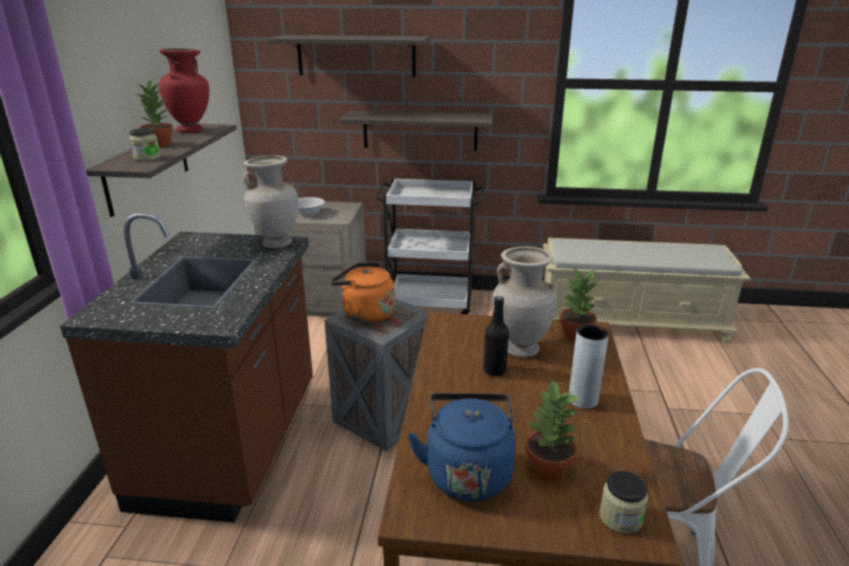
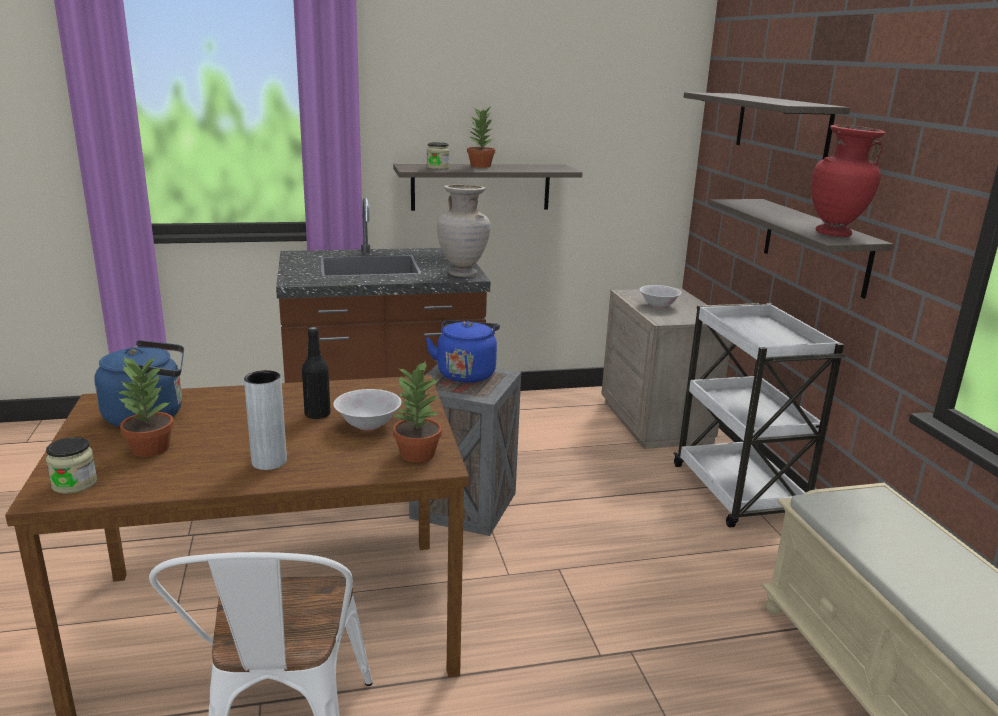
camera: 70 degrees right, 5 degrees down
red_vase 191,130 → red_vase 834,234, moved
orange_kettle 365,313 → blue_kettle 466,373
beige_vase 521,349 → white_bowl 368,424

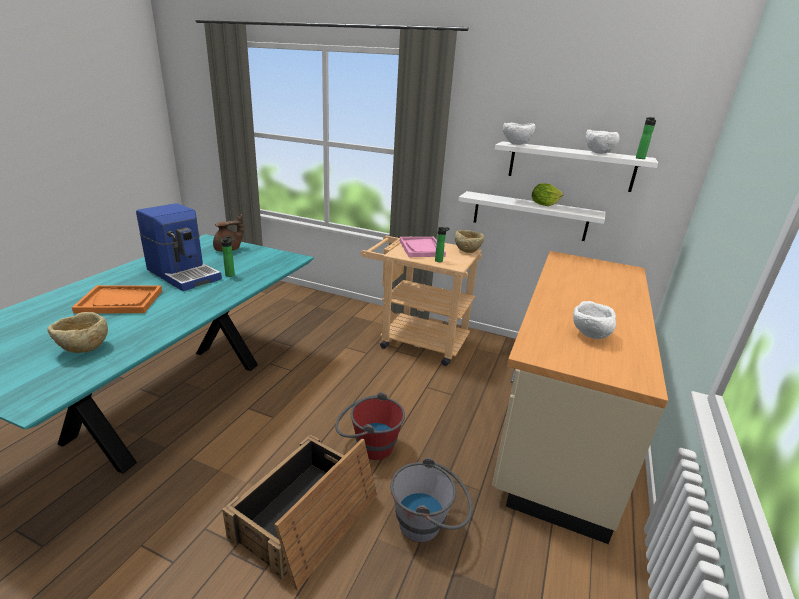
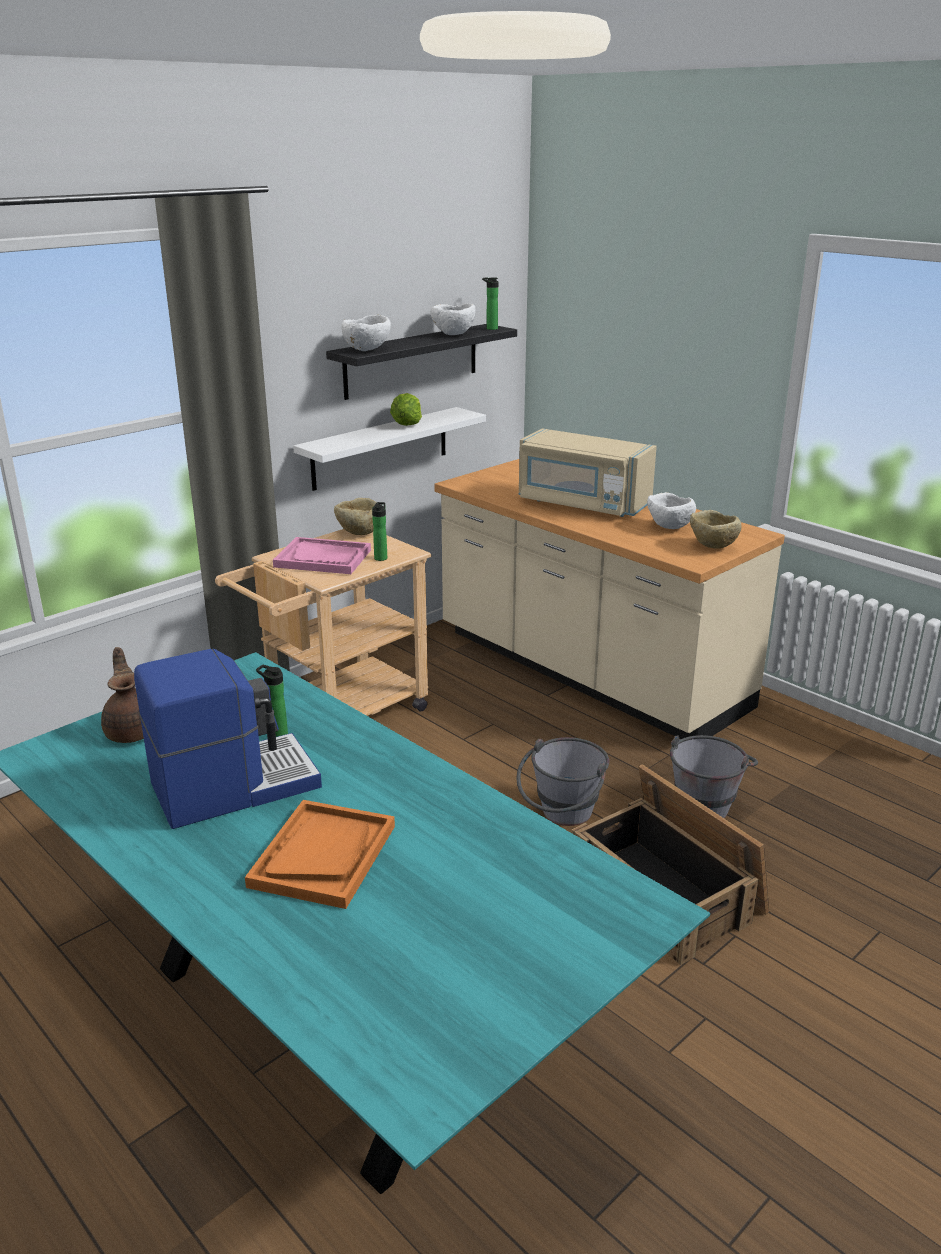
camera: 65 degrees left, 0 degrees up
beige_bowl 84,348 → beige_bowl 712,547, moved
red_bucket 368,446 → grey_bucket 562,816
white_shelf 570,166 → black_shelf 411,361
- → beige_microwave 582,504

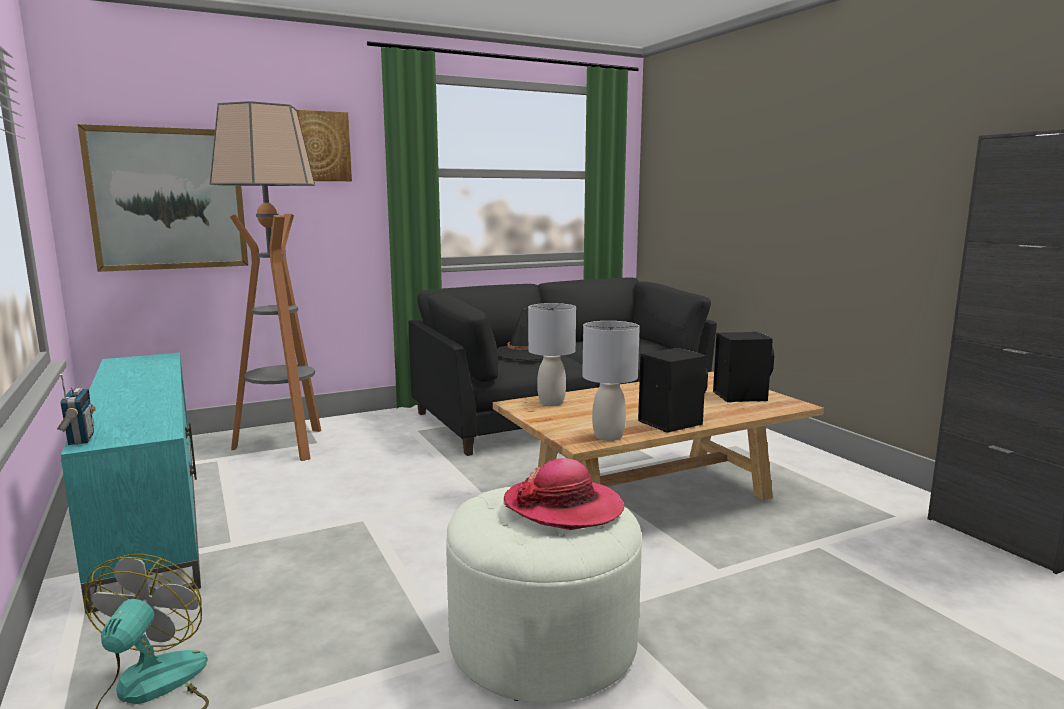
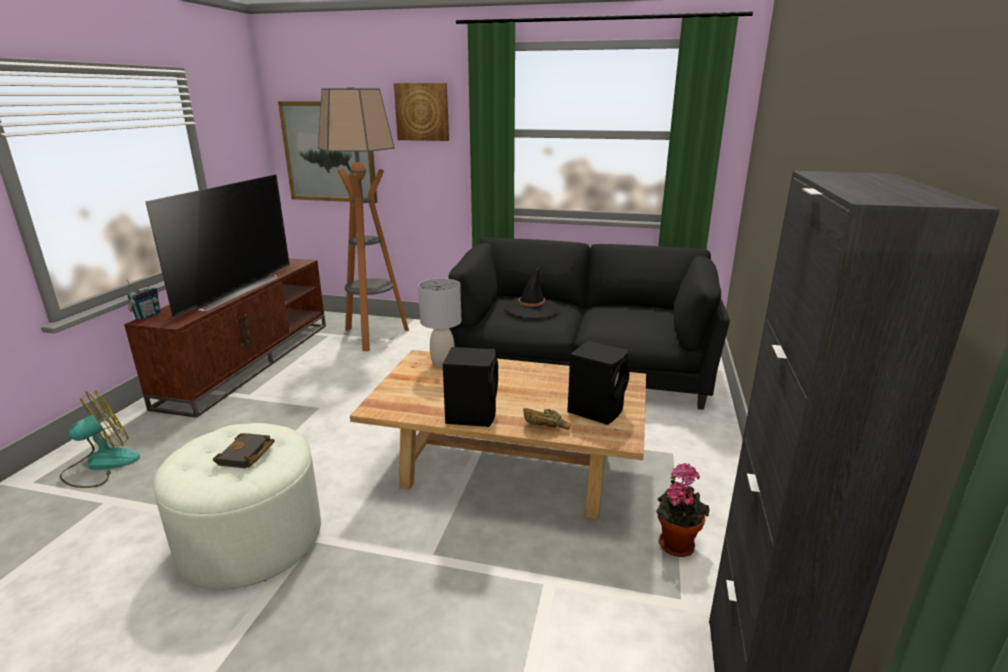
camera: 40 degrees right, 10 degrees up
turquoise_tv_stand 149,514 → brown_tv_stand 250,361
hat 563,507 → black_book 246,455
grey_table_lamp 608,436 → -
- → television 233,291
- → brown_bowl 546,426
- → potted_plant 675,542

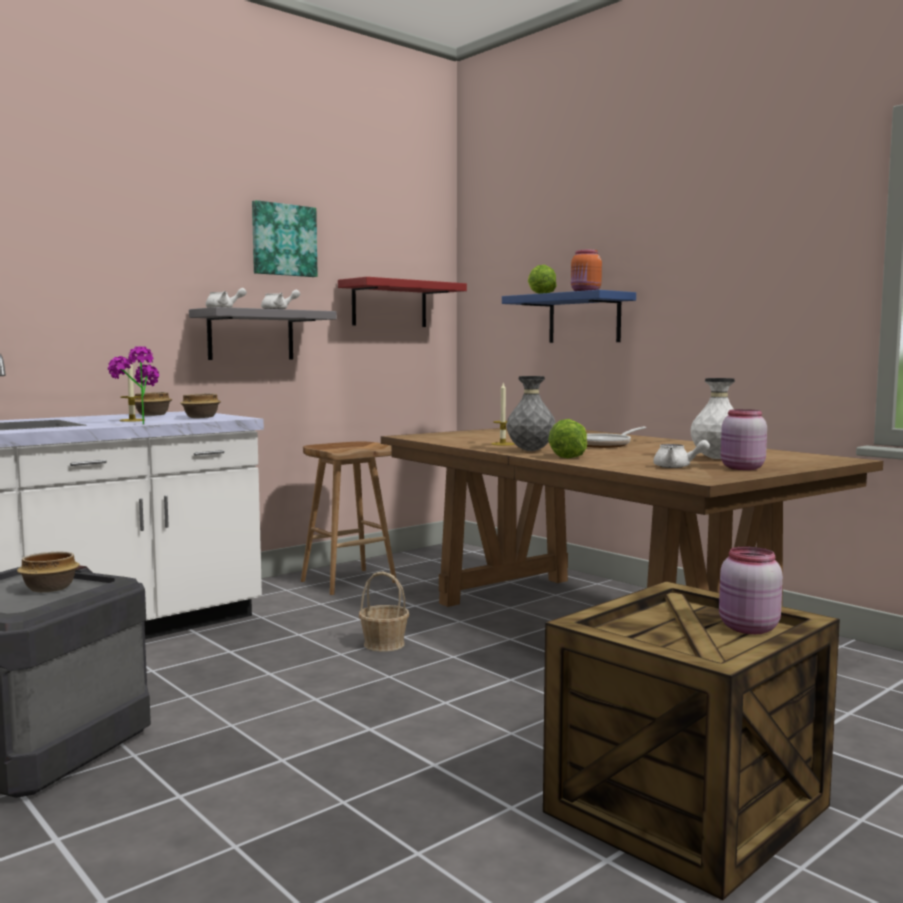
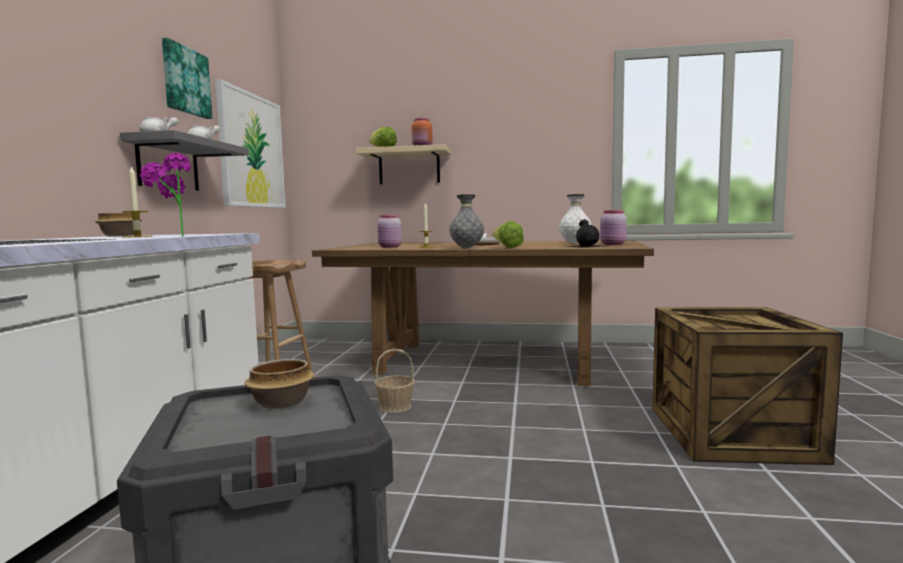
camera: 40 degrees left, 0 degrees up
bowl 201,417 → -
red_shelf 389,304 → picture 251,151
blue_shelf 584,318 → beige_shelf 409,167
white_teapot 677,467 → black_bottle 586,246
pink_jar 747,629 → pink_jar 390,247, moved

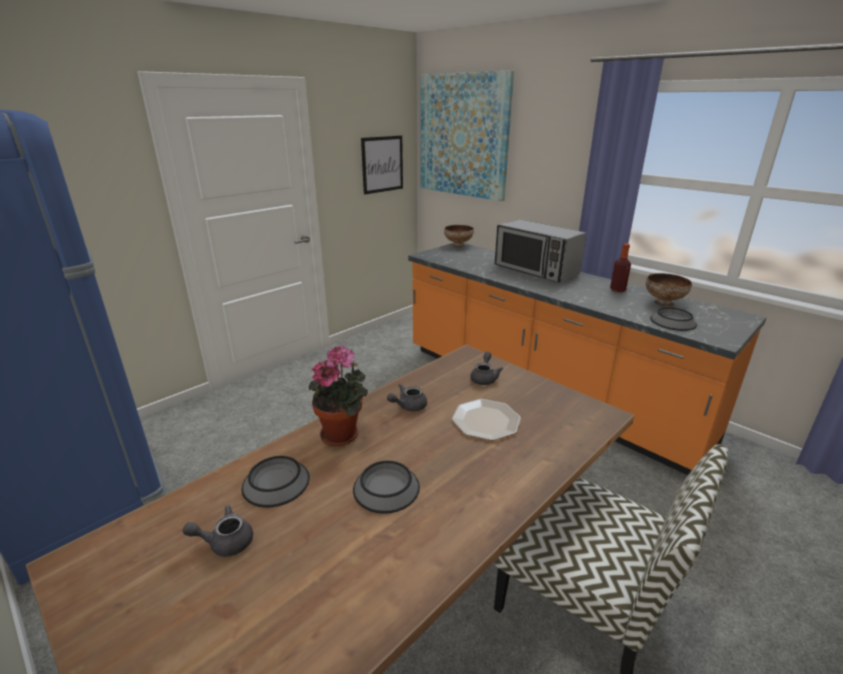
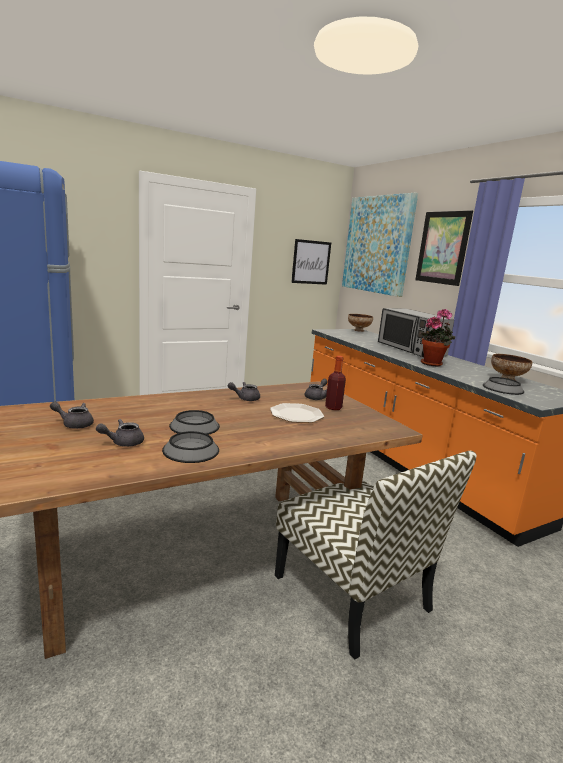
camera: 15 degrees right, 10 degrees down
bowl 276,483 → bowl 191,450, moved
potted_plant 343,434 → potted_plant 433,364, moved
bottle 617,290 → bottle 333,408, moved
- → grey_teapot 123,442
- → picture 443,248

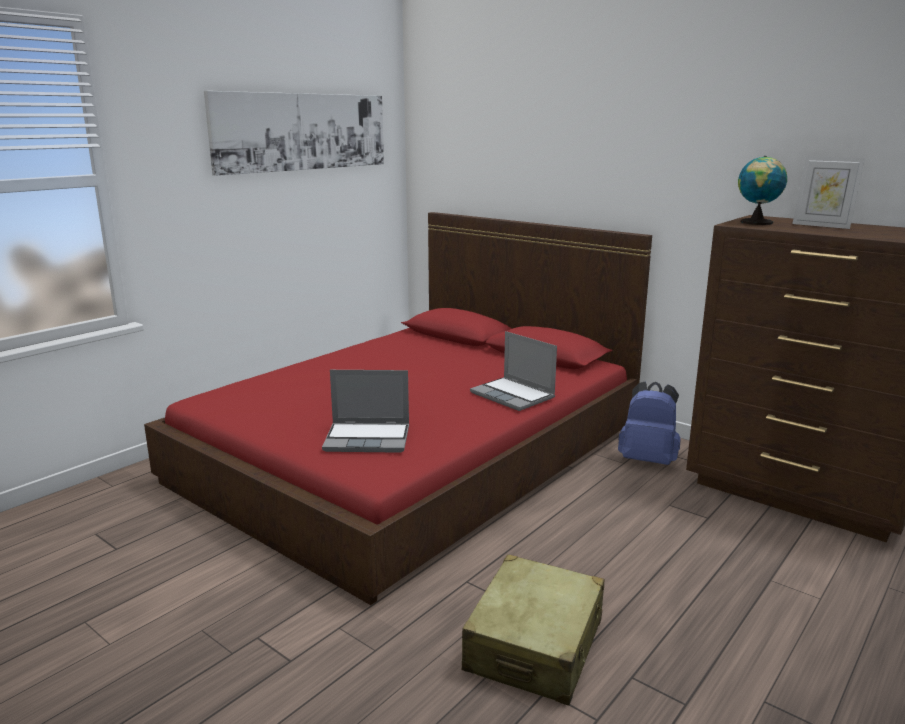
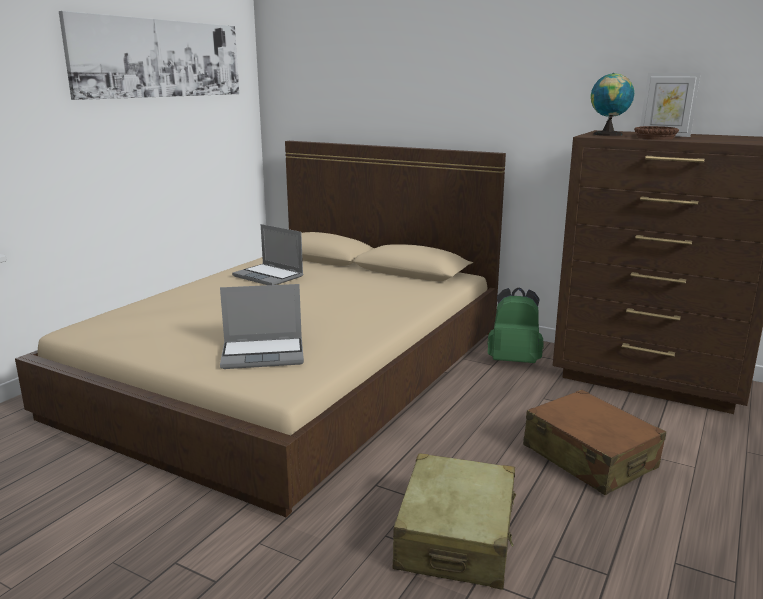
camera: 10 degrees left, 0 degrees up
red_bed 415,453 → beige_bed 295,370
laptop 514,395 → laptop 269,276, moved
blue_backpack 648,460 → green_backpack 514,360
- → brown_suitcase 589,457
- → brown_bowl 654,138

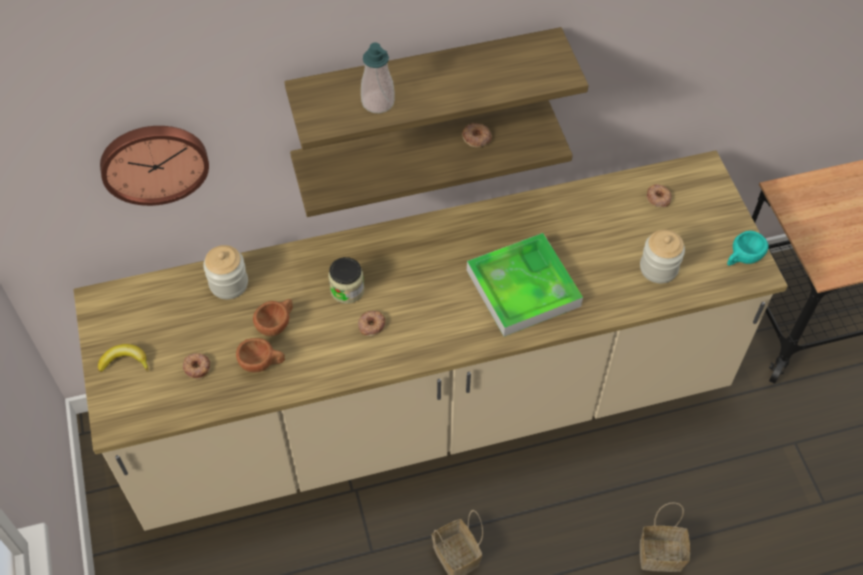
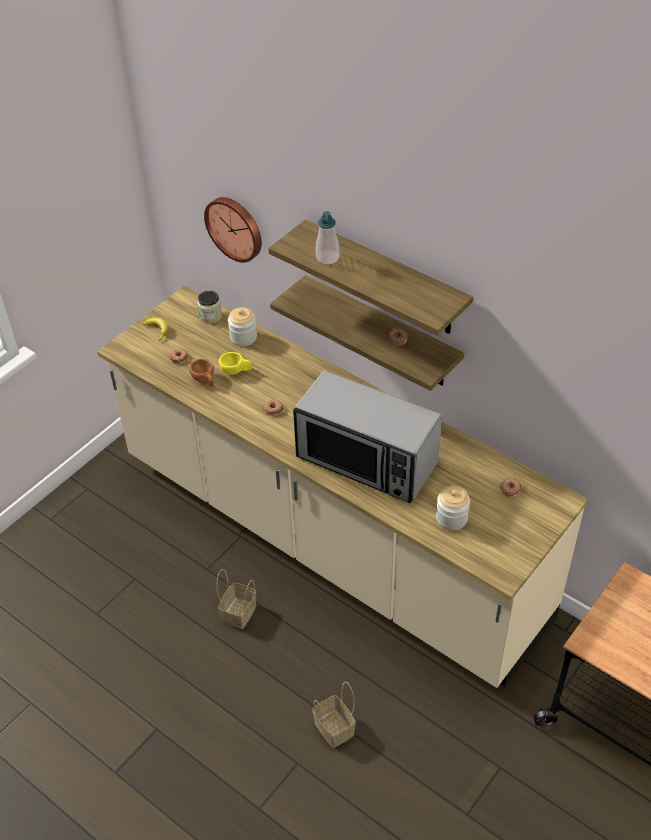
camera: 55 degrees right, 10 degrees down
brown_cup 277,324 → yellow_cup 236,371
jar 347,290 → jar 210,316, moved
tray 523,288 → microwave 366,460
turquoise_cup 742,258 → -

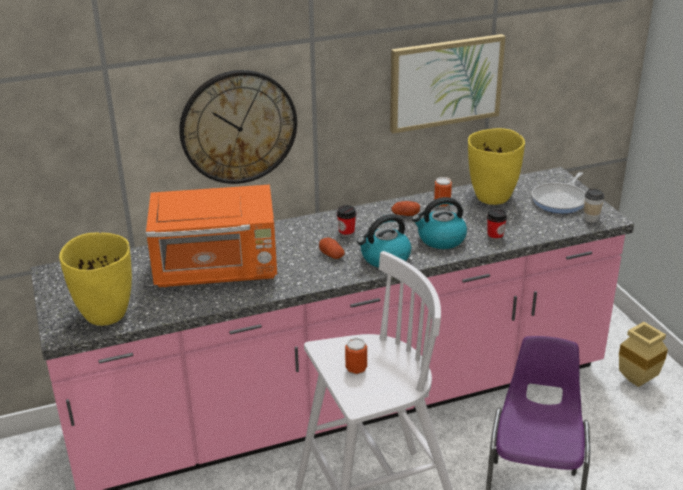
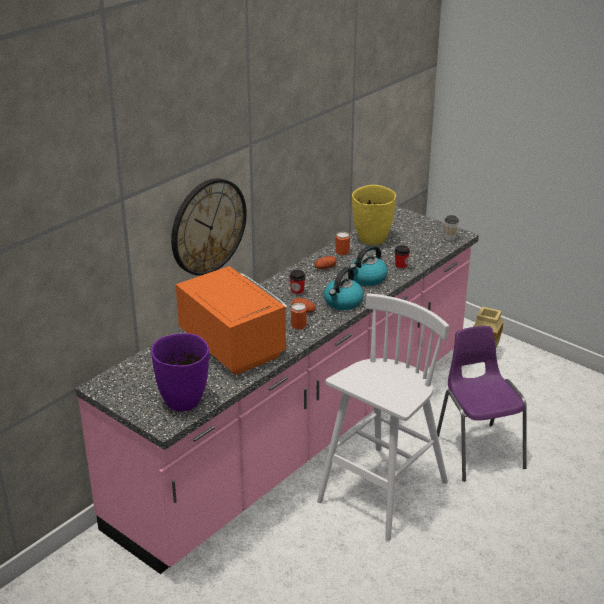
camera: 30 degrees left, 0 degrees up
yellow_vase 106,315 → purple_vase 184,402
orange_microwave 218,270 → orange_microwave 232,345, 90 degrees counterclockwise
can 356,368 → can 298,326, moved
picture 445,82 → -
frying_pan 560,200 → -

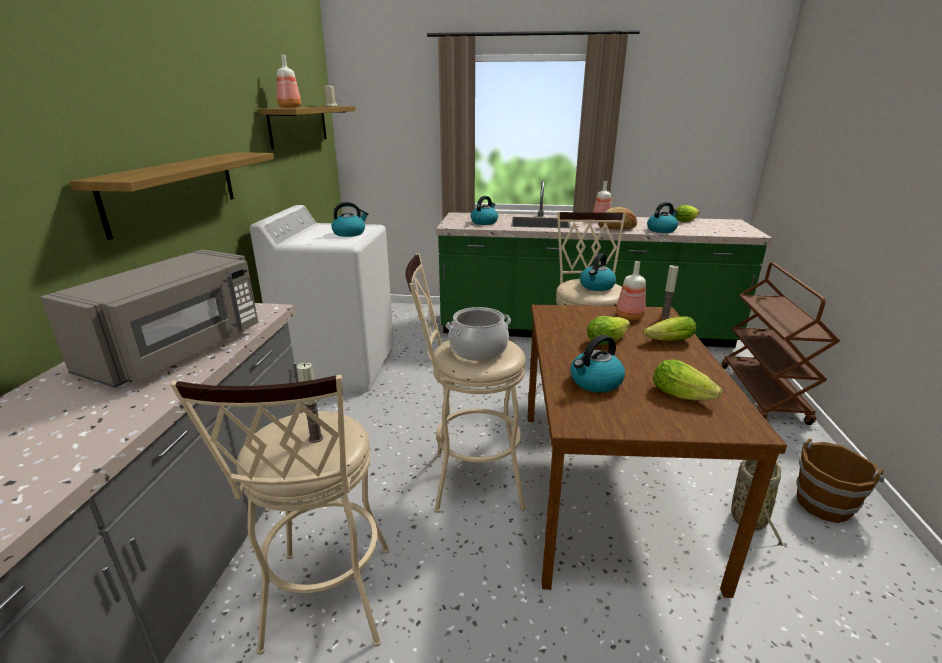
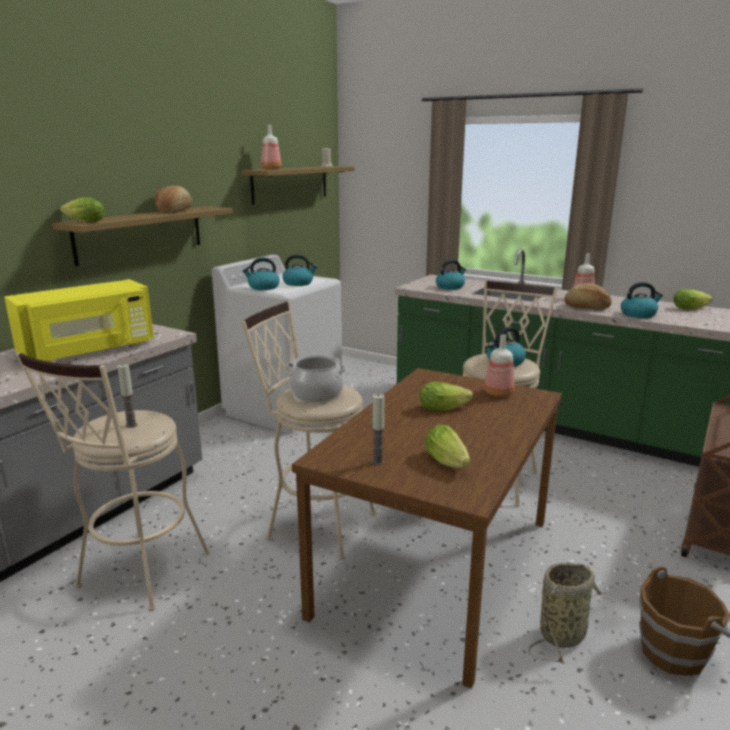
camera: 25 degrees right, 5 degrees down
grey_microwave 180,350 → yellow_microwave 89,350
kettle 595,382 → kettle 263,287, moved
lettuce 666,341 → lettuce 83,221, moved
candle 665,317 → candle 377,462, moved
- → bread 175,211

